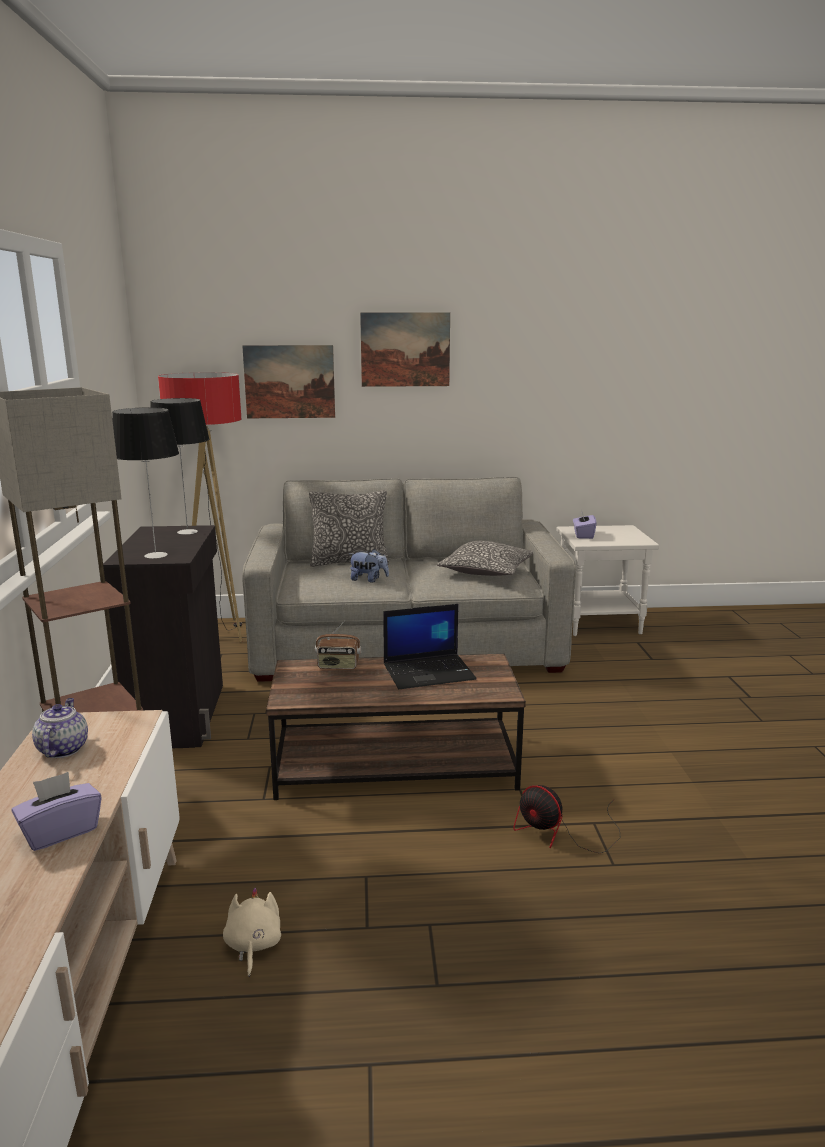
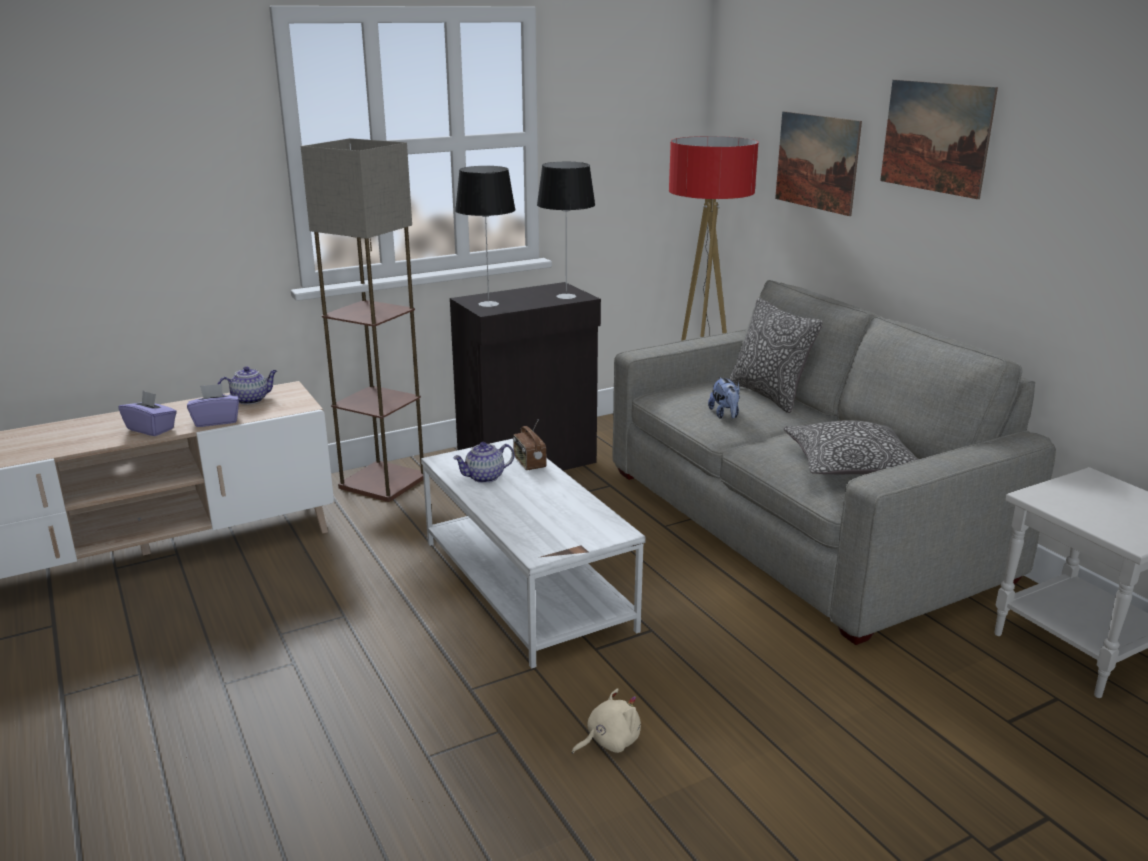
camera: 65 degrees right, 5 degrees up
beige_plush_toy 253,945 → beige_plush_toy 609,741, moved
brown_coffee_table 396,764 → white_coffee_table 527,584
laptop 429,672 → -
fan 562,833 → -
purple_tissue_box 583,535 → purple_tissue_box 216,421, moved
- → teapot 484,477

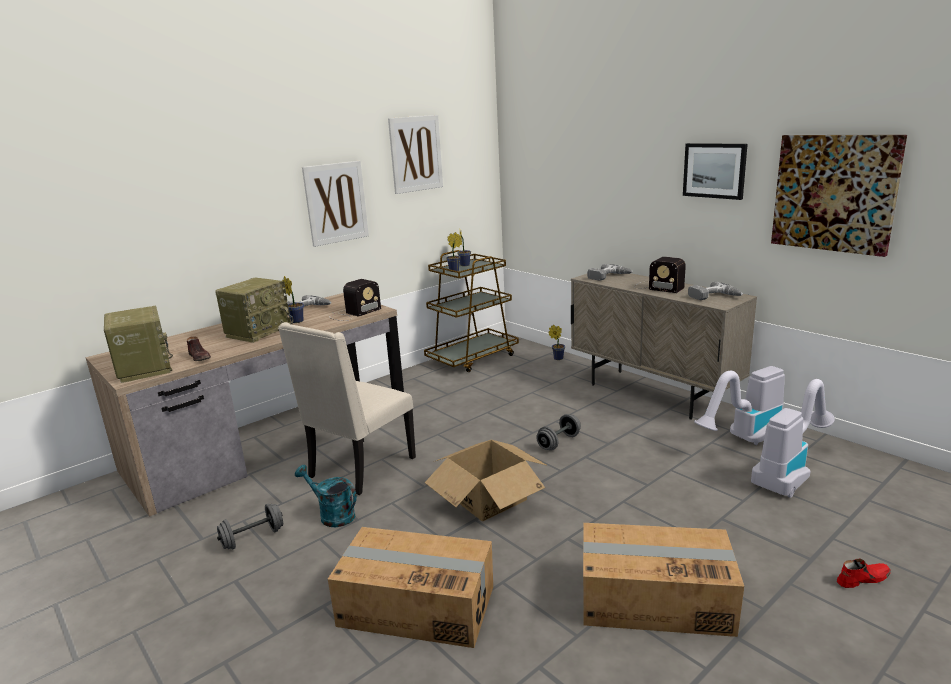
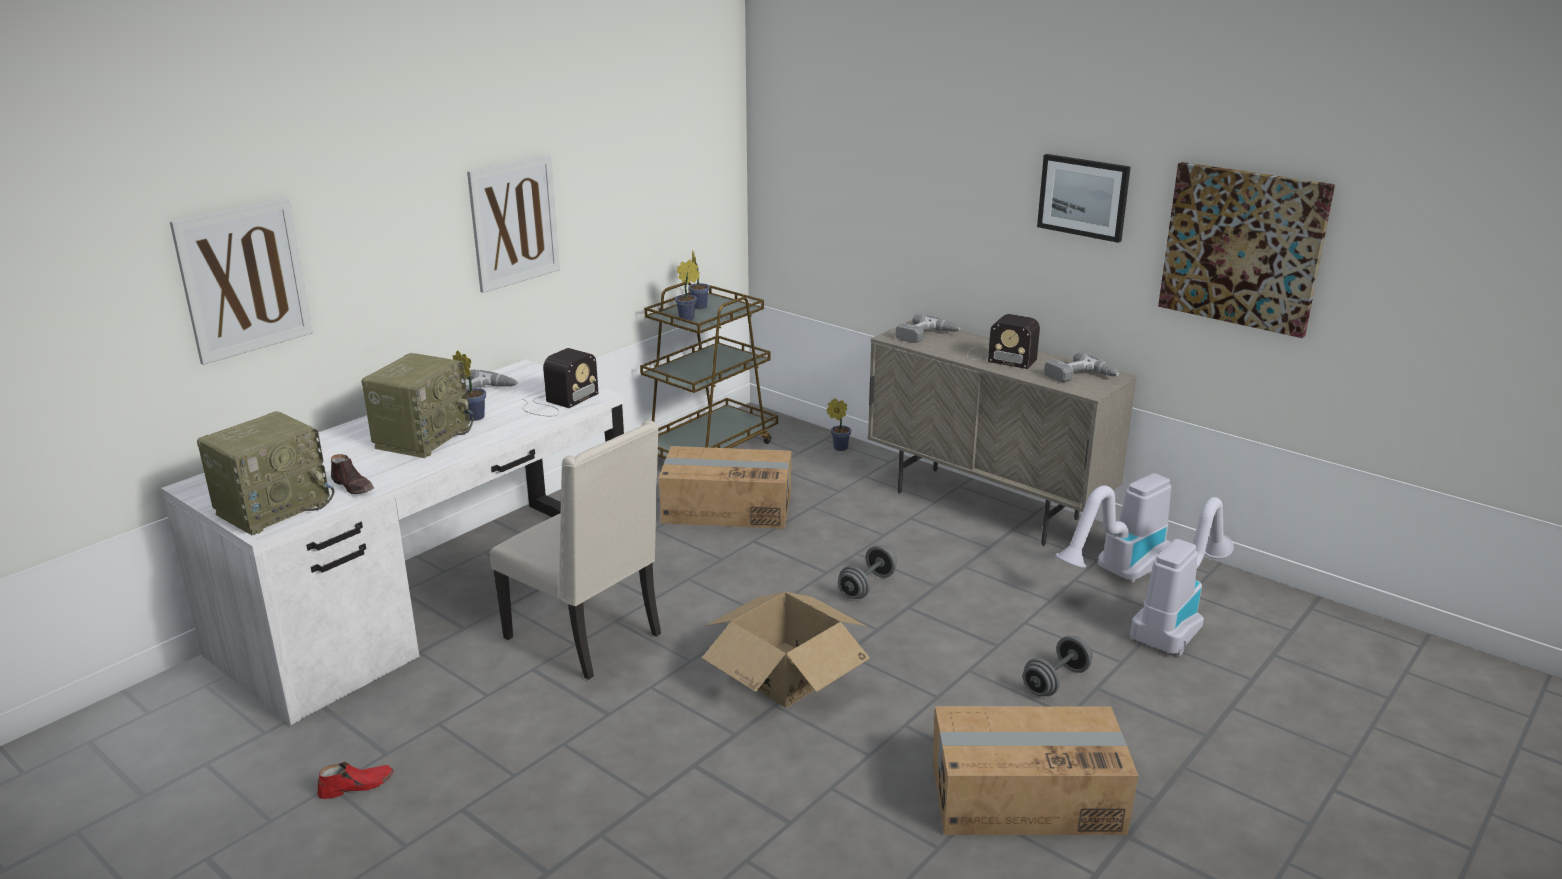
camera: 10 degrees left, 5 degrees up
brown_desk 271,441 → white_desk 433,598
radio 143,368 → radio 274,507, 75 degrees clockwise
grey_dumbbell 253,538 → grey_dumbbell 1056,681, moved
beige_chair 360,468 → beige_chair 587,637, 75 degrees counterclockwise
turquoise_watering_can 332,515 → -
cardboard_box 417,605 → cardboard_box 727,508, moved
picture 415,154 → picture 244,280, moved
red_shoe 862,579 → red_shoe 356,786, moved

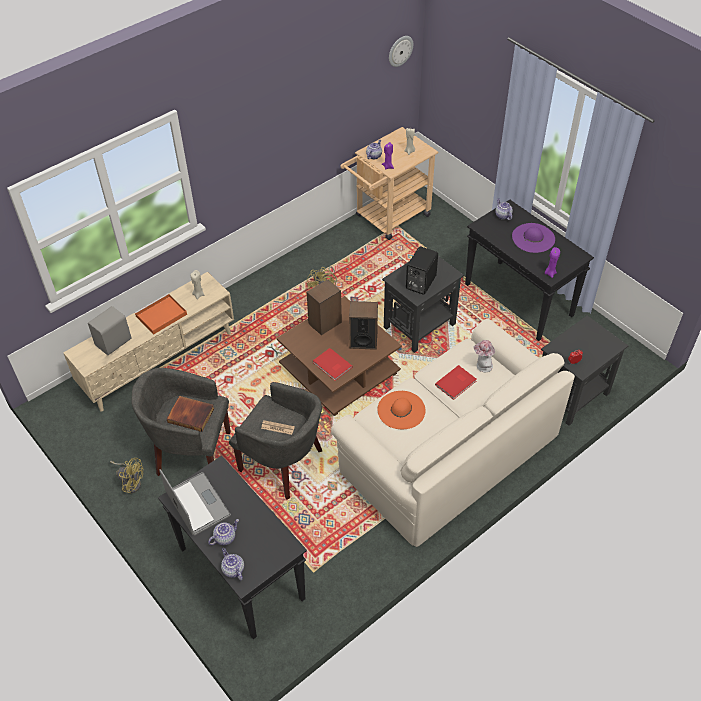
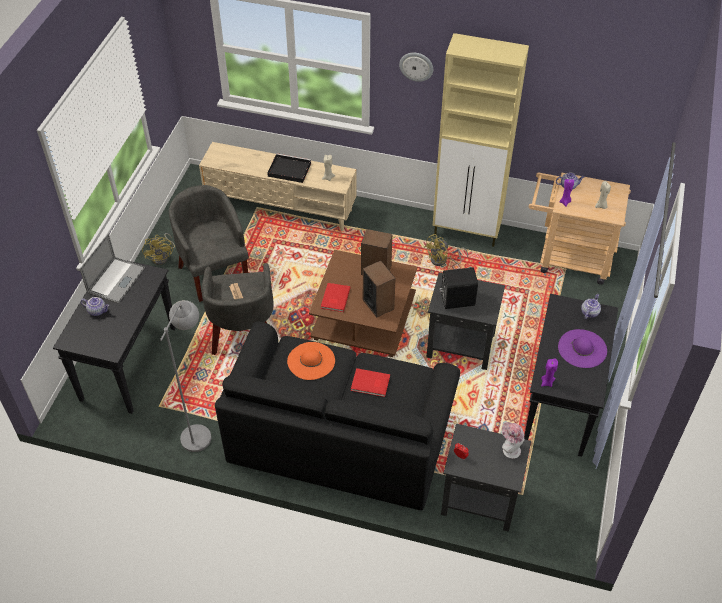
camera: 55 degrees right, 0 degrees up
grey_speaker 114,342 → -
orange_tray 160,316 → black_tray 288,170
book 191,414 → -
teapot 233,569 → -
beige_sofa 447,451 → black_sofa 339,435
wall_clock 400,50 → wall_clock 416,66, moved
hat 482,366 → hat 509,449, moved
- → grey_floor_lamp 200,429
- → beige_cabinet 467,232

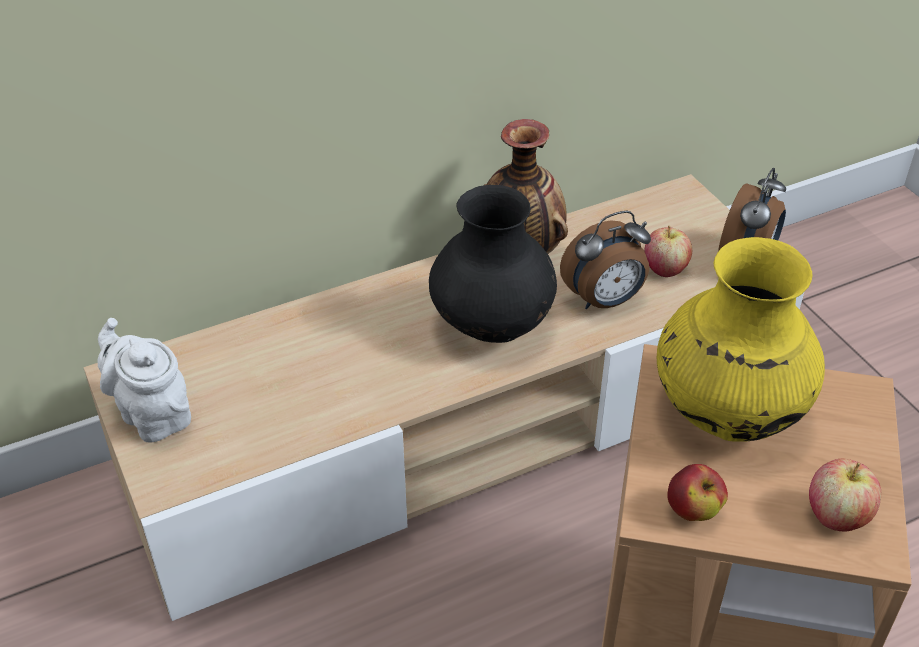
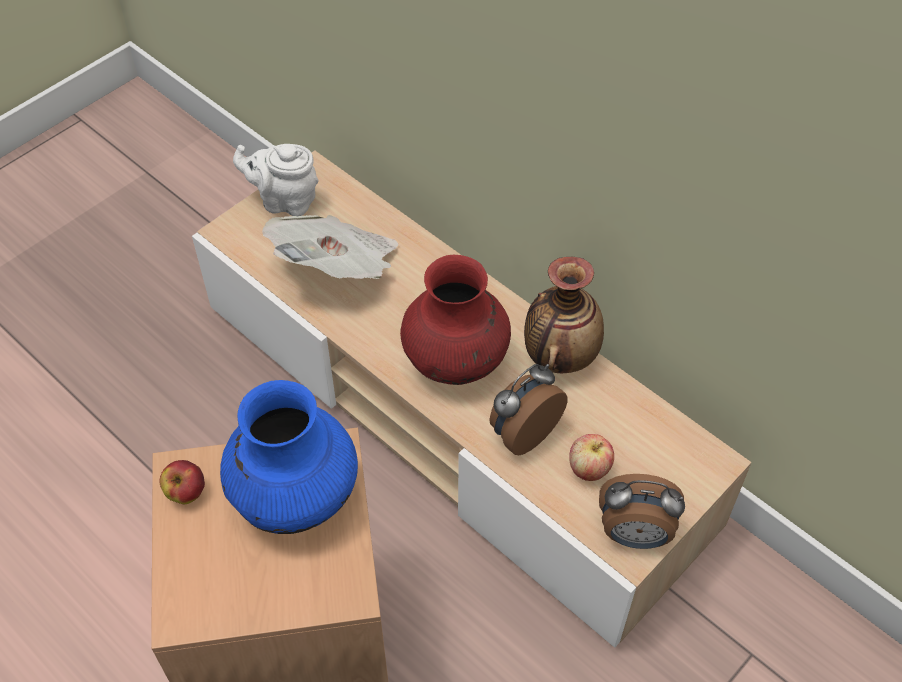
camera: 70 degrees right, 10 degrees up
white_teapot 152,414 → white_teapot 285,201, 105 degrees counterclockwise
black_vase 492,326 → red_vase 455,362
alarm_clock 604,301 → alarm_clock 523,432, 90 degrees clockwise
yellow_vase 726,412 → blue_vase 296,497
apple 836,516 → -
- → newspaper 338,268

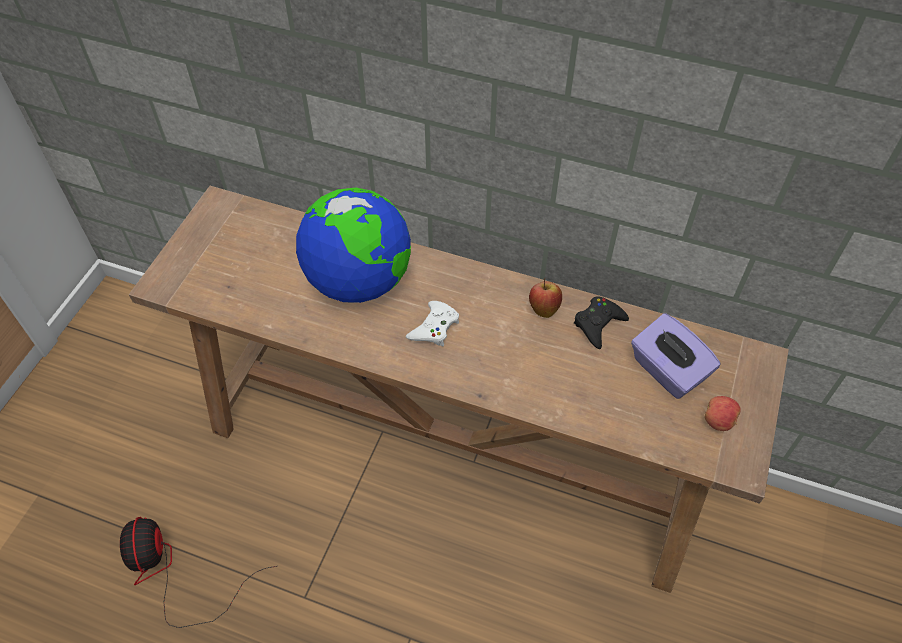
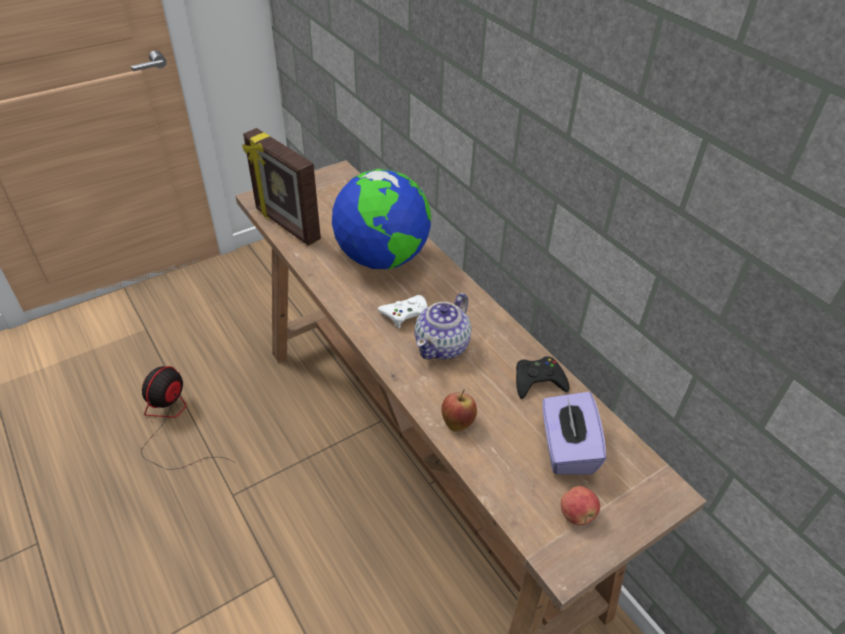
camera: 35 degrees right, 10 degrees down
apple 543,308 → apple 457,422, moved
- → picture_frame 286,225
- → teapot 443,345

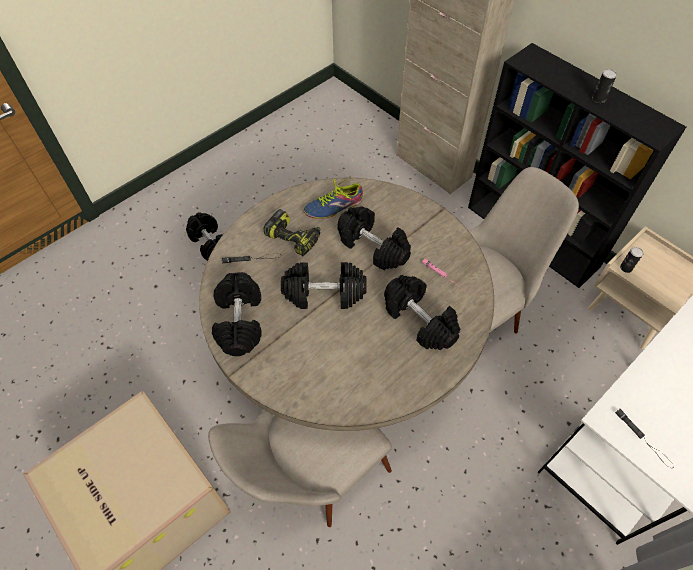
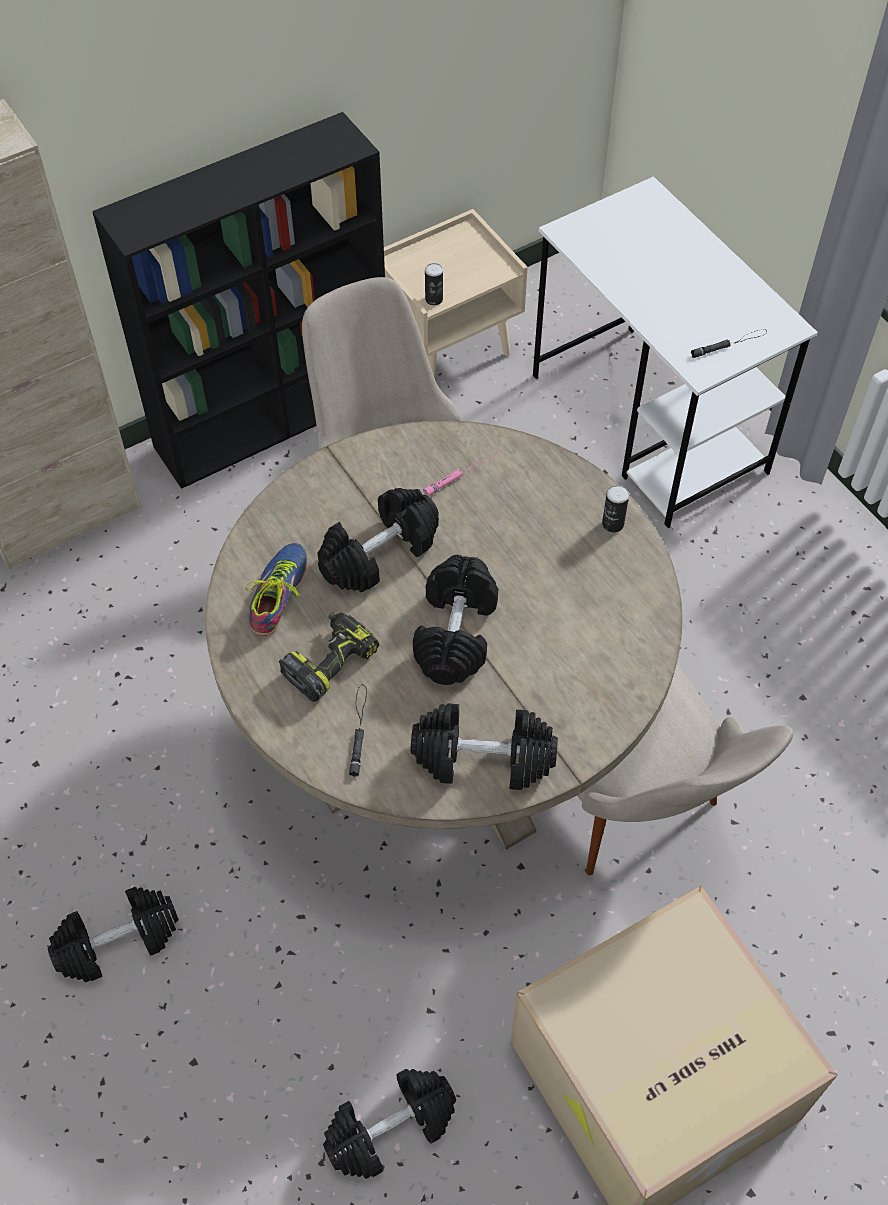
camera: 80 degrees left, 0 degrees up
shoe 334,207 → shoe 278,594, 150 degrees counterclockwise
black_dumbbell 420,320 → black_dumbbell 390,1128, moved
can 598,99 → can 613,524, moved

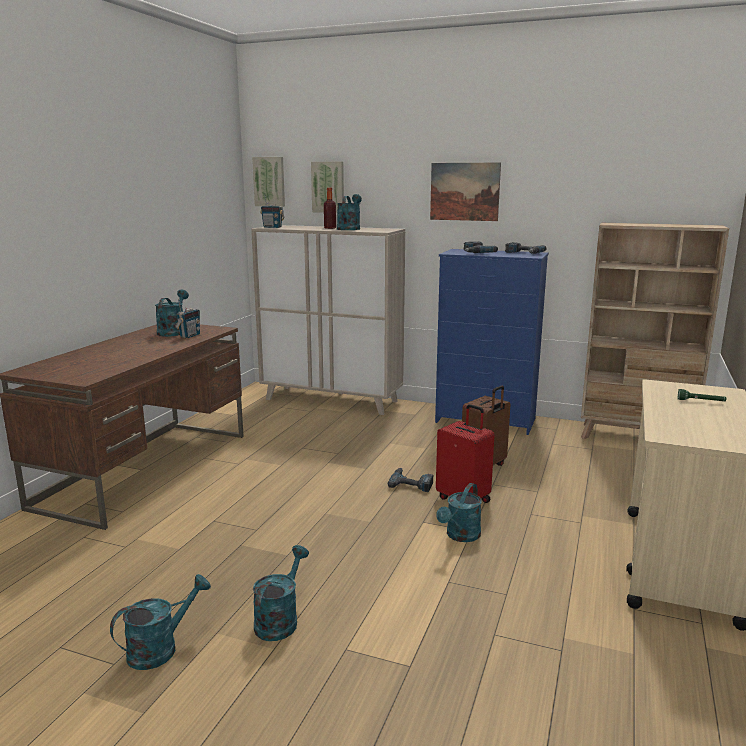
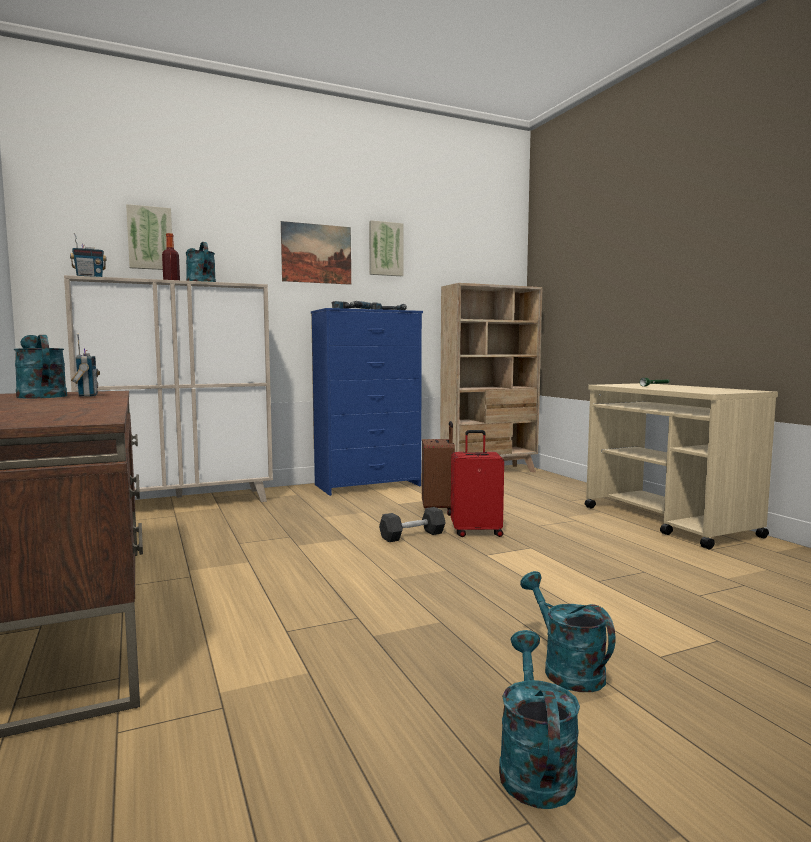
camera: 45 degrees left, 10 degrees down
picture 269,181 → picture 385,249, moved
power_drill 411,483 → black_dumbbell 412,535
turquoise_watering_can 460,536 → -

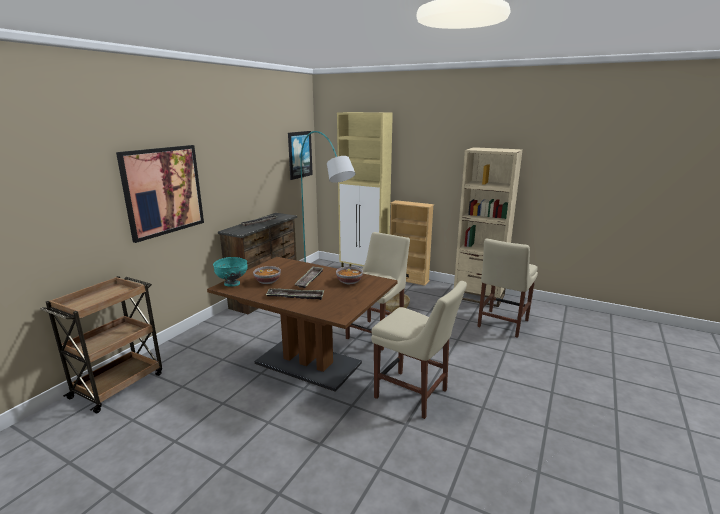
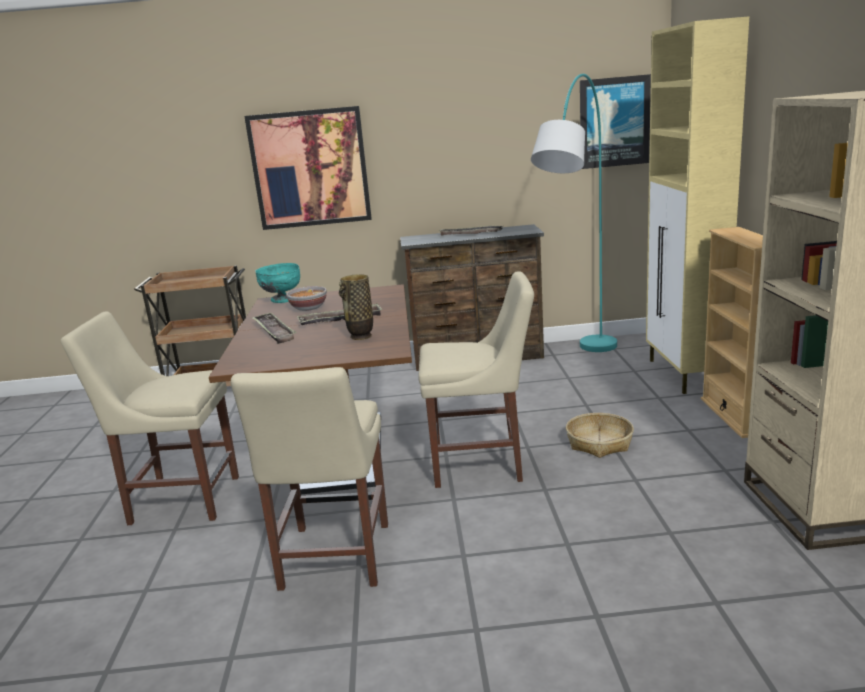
camera: 60 degrees right, 0 degrees up
bowl 349,282 → vase 361,336
beige_chair 501,324 → beige_chair 179,500, moved

